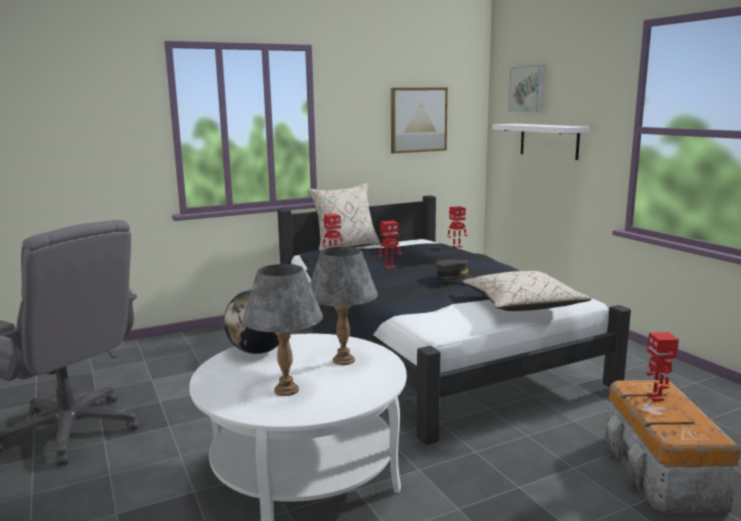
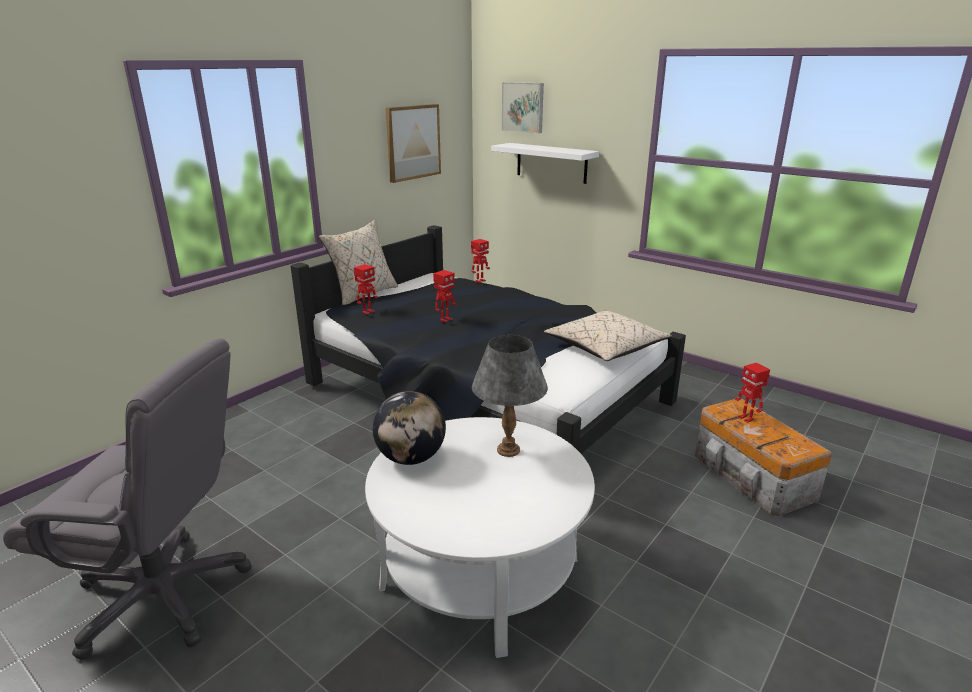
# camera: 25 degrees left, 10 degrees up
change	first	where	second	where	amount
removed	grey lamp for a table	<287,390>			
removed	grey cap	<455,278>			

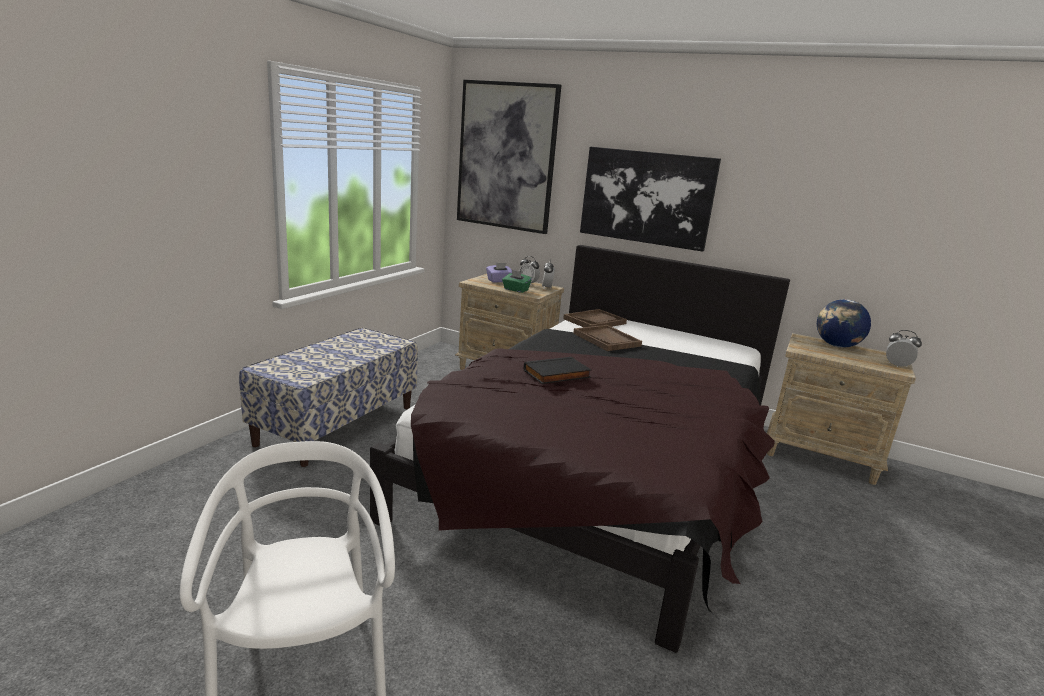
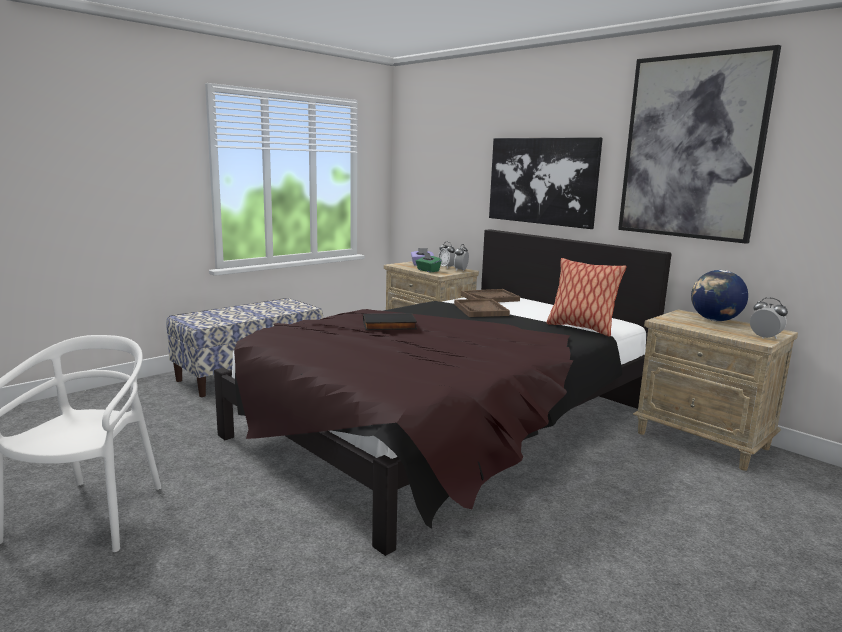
# camera: 20 degrees right, 5 degrees down
change	first	where	second	where	amount
moved	picture	<506,157>		<692,147>	
added			pillow	<581,328>	

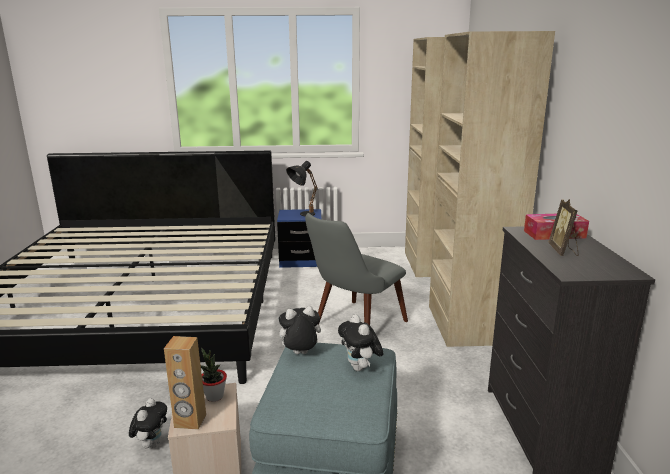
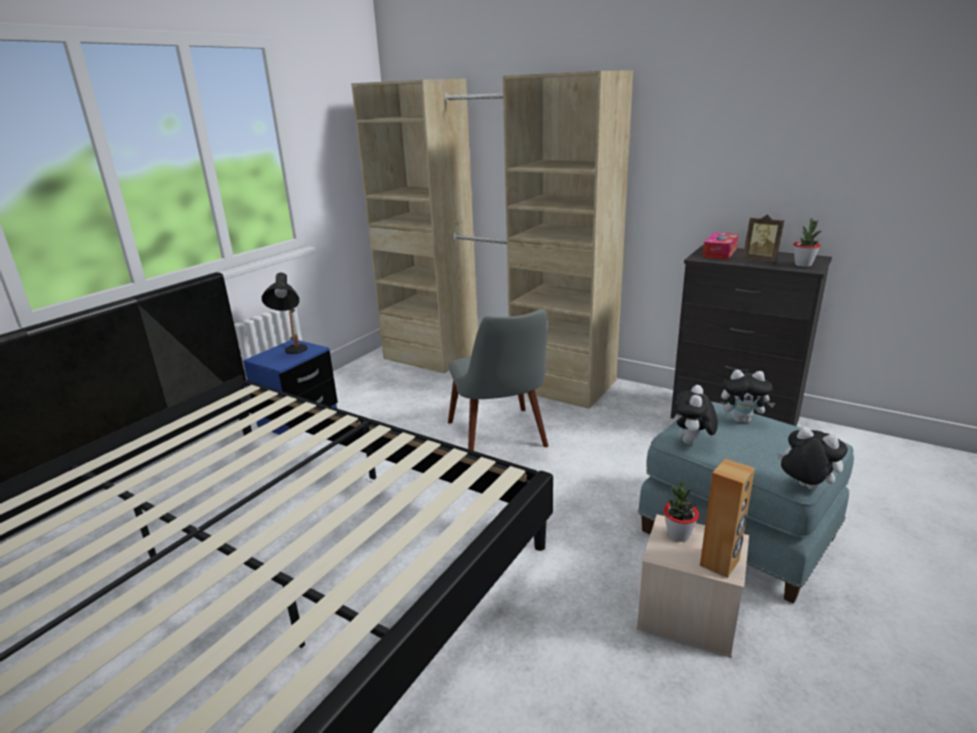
# camera: 55 degrees left, 5 degrees up
change	first	where	second	where	amount
moved	soft toy	<151,444>		<804,487>	
added			plant in a pot	<803,265>	

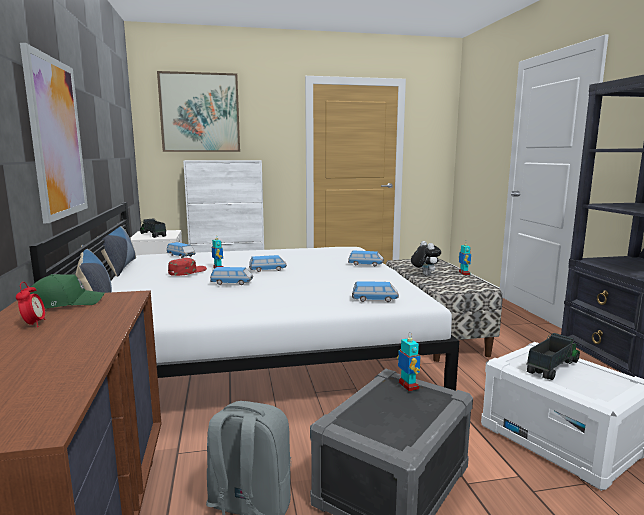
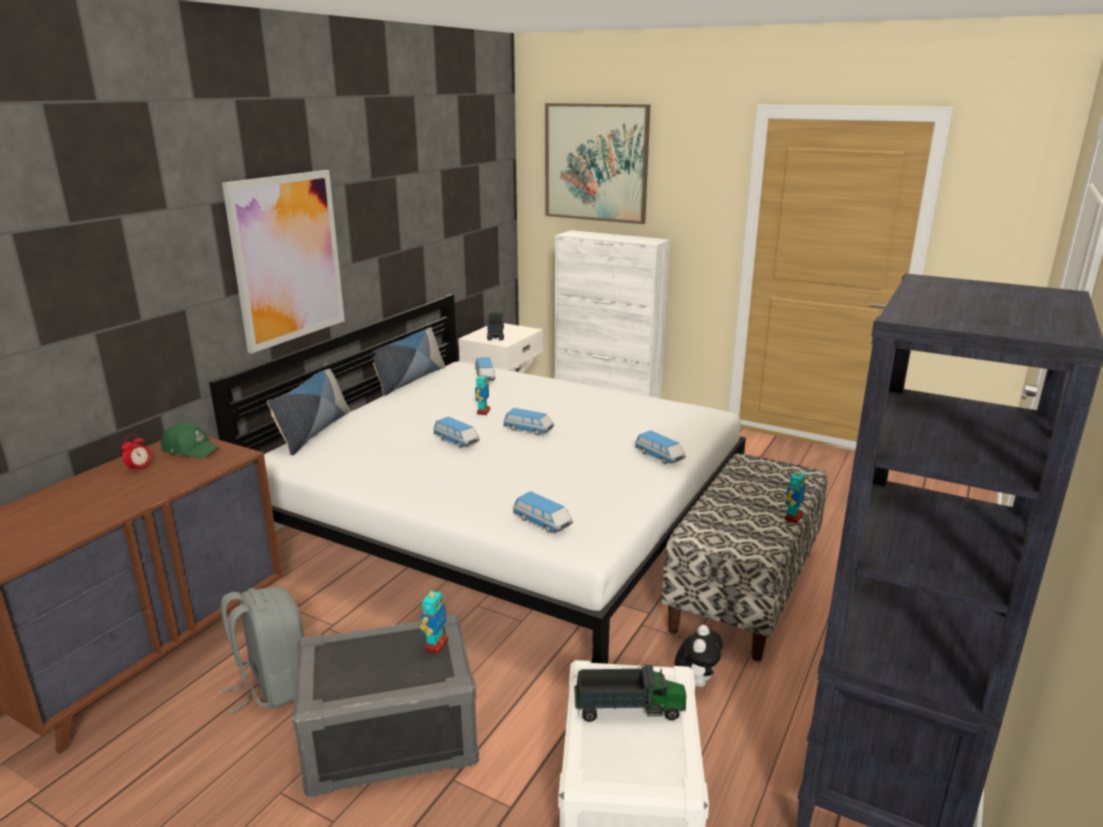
# camera: 40 degrees right, 10 degrees up
change	first	where	second	where	amount
removed	red cap	<187,271>			
moved	soft toy	<424,275>		<696,681>	

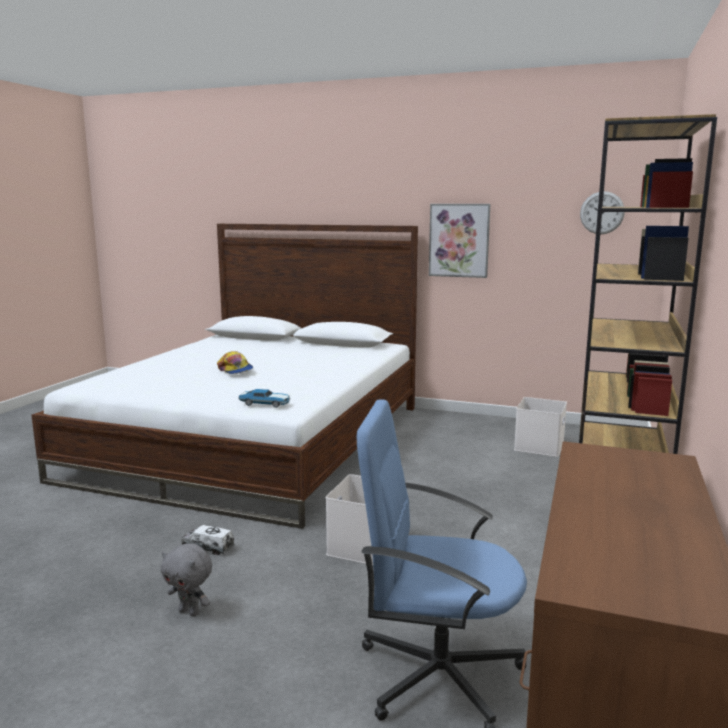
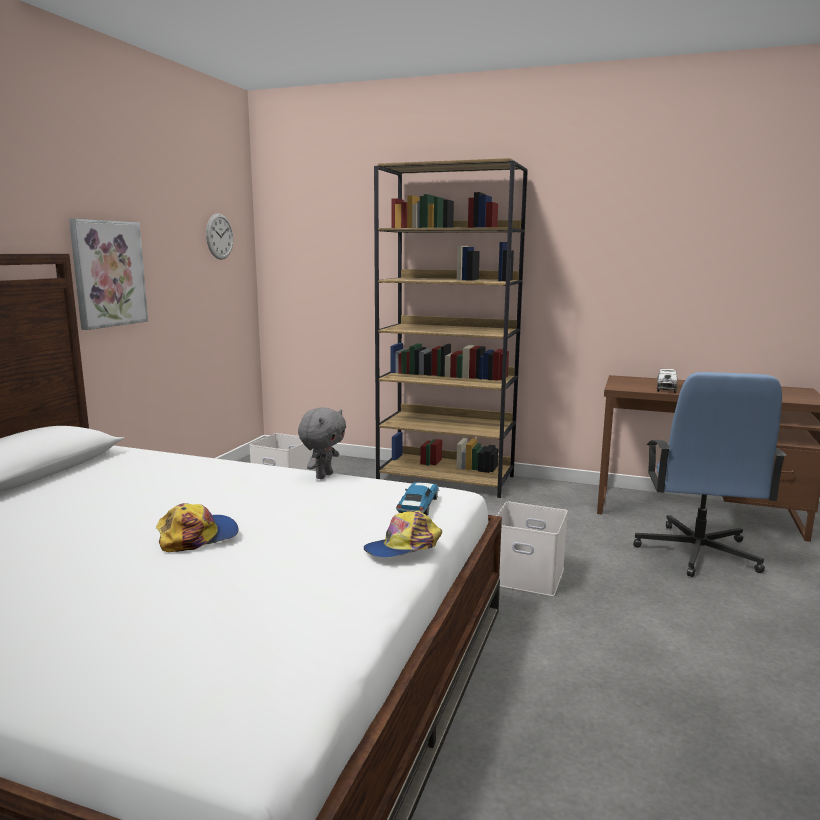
# camera: 90 degrees left, 0 degrees up
change	first	where	second	where	amount
moved	grey soft toy	<190,612>		<323,476>	
moved	toy truck	<208,547>		<666,388>	
added			cap	<403,548>	

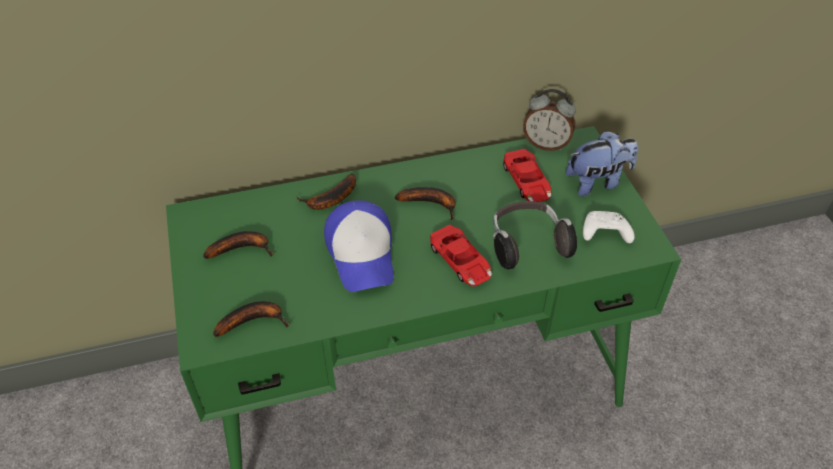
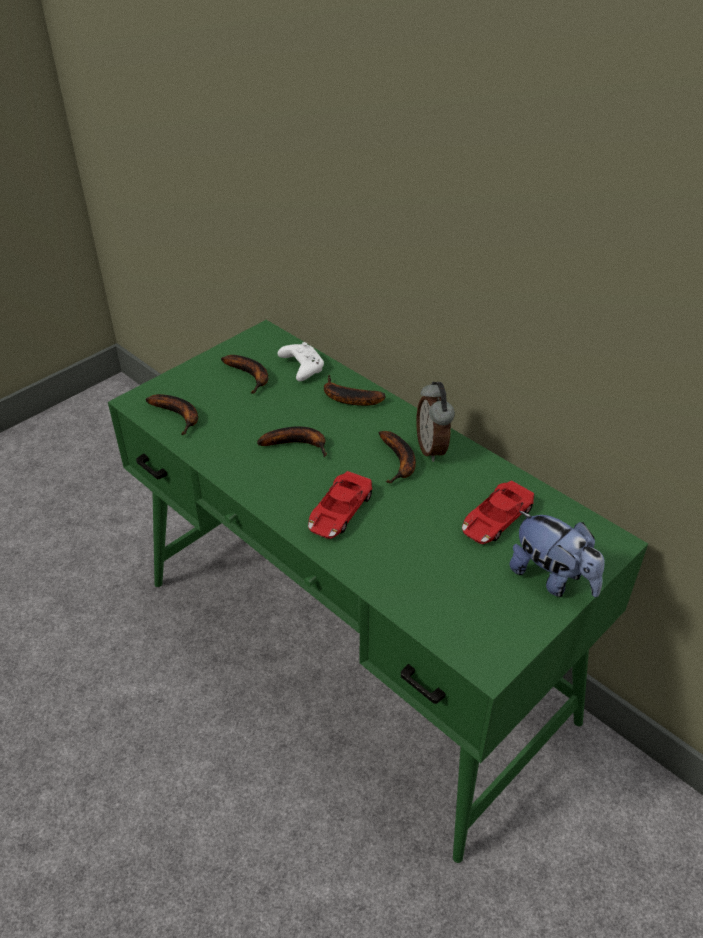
# camera: 60 degrees right, 5 degrees down
change	first	where	second	where	amount
replaced	cap	<362,253>	banana fruit	<298,444>	
removed	pair of headphones	<527,244>			
moved	table clock	<546,144>		<433,448>	
moved	whitish game controller	<604,233>		<301,367>	

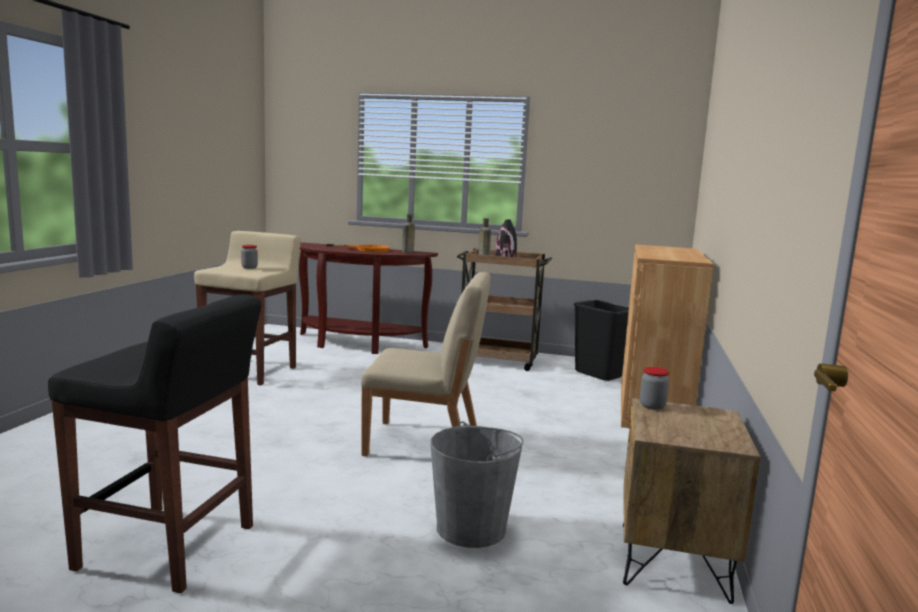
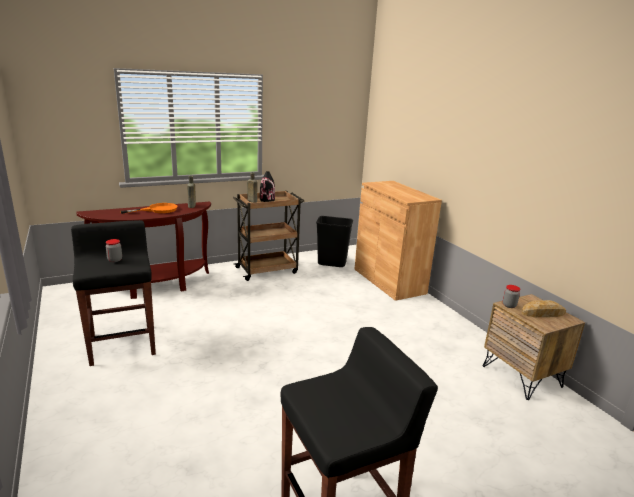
# camera: 40 degrees left, 10 degrees up
change	first	where	second	where	amount
recoloured	beige-coloured stool	<251,371>	black stool	<122,344>	
removed	beige-coloured chair	<424,443>			
removed	grey bucket	<472,528>			
added			bread	<543,313>	

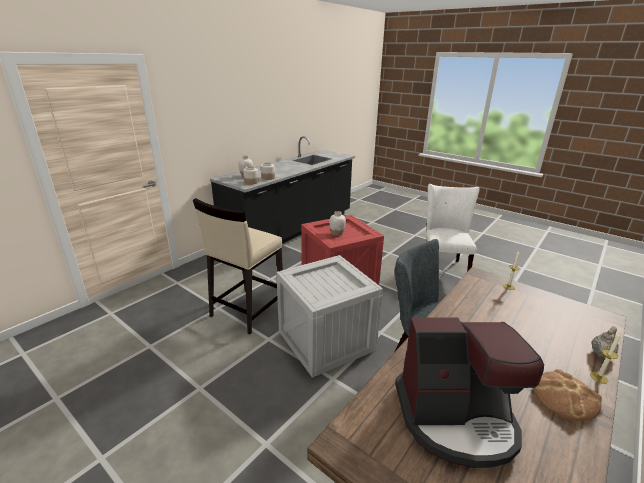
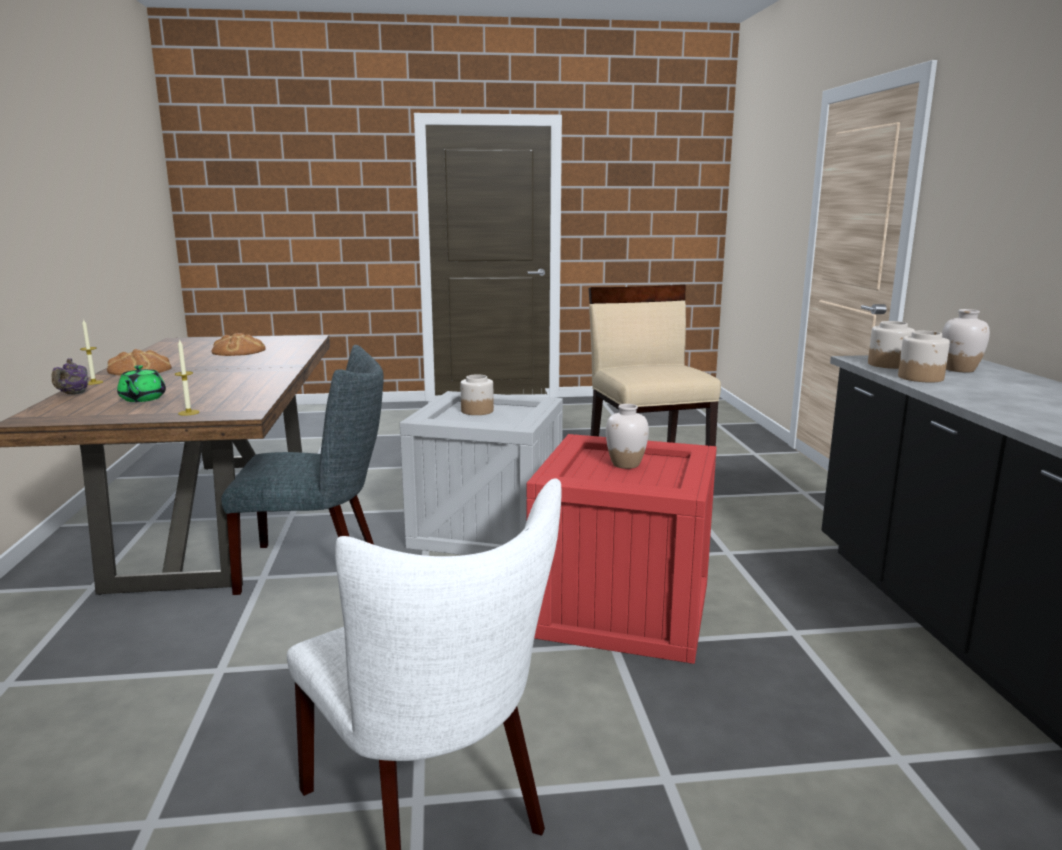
# camera: 135 degrees right, 10 degrees down
change	first	where	second	where	amount
replaced	coffee machine	<456,418>	bread	<238,351>	
recoloured	beige-coloured teapot	<601,353>	purplish teapot	<73,394>	
added			green teapot	<142,399>	
added			preserve jar	<476,411>	

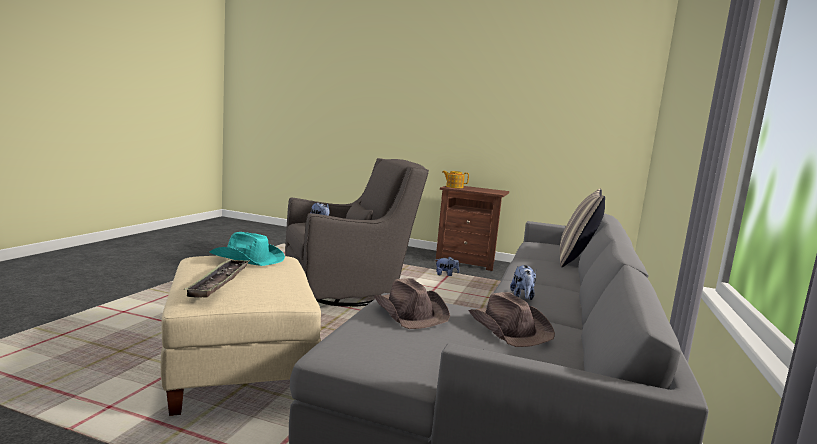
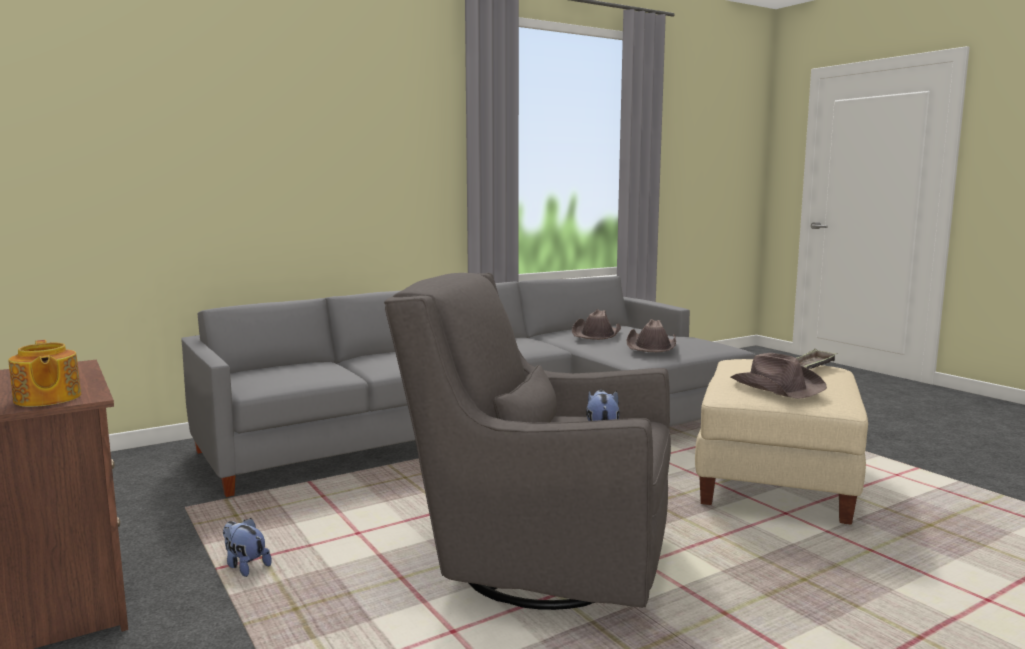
# camera: 140 degrees left, 0 degrees up
change	first	where	second	where	amount
recoloured	turquoise-coloured hat	<247,259>	brownish hat	<776,386>	
removed	soft toy	<522,297>			
removed	pillow	<576,261>			

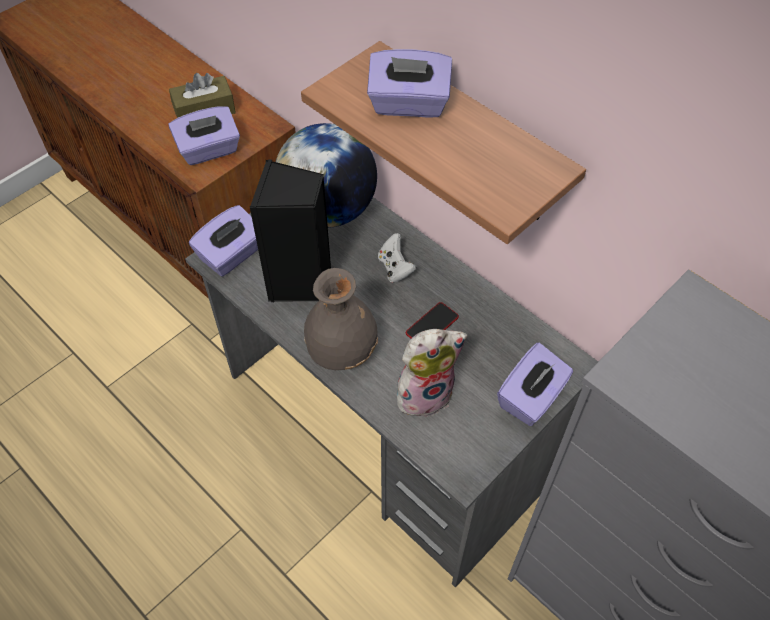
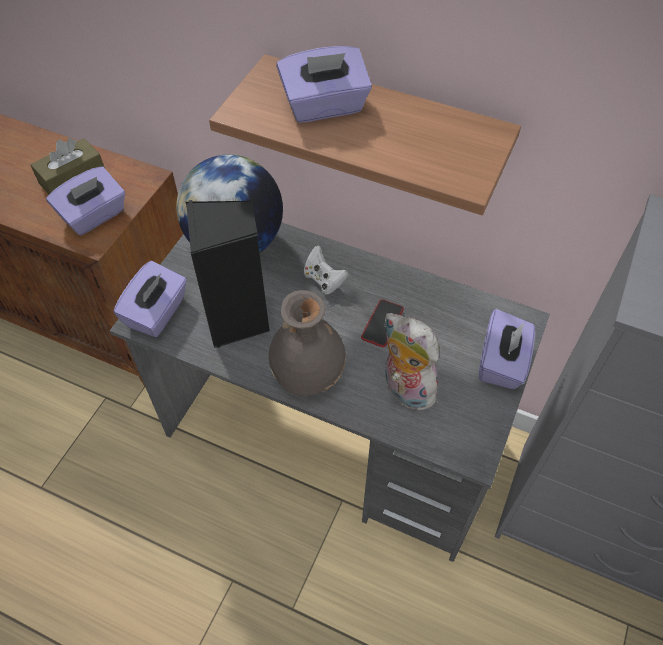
# camera: 20 degrees left, 0 degrees up
change	first	where	second	where	amount
turned	soft toy	<425,393>		<404,389>	90 degrees counterclockwise

